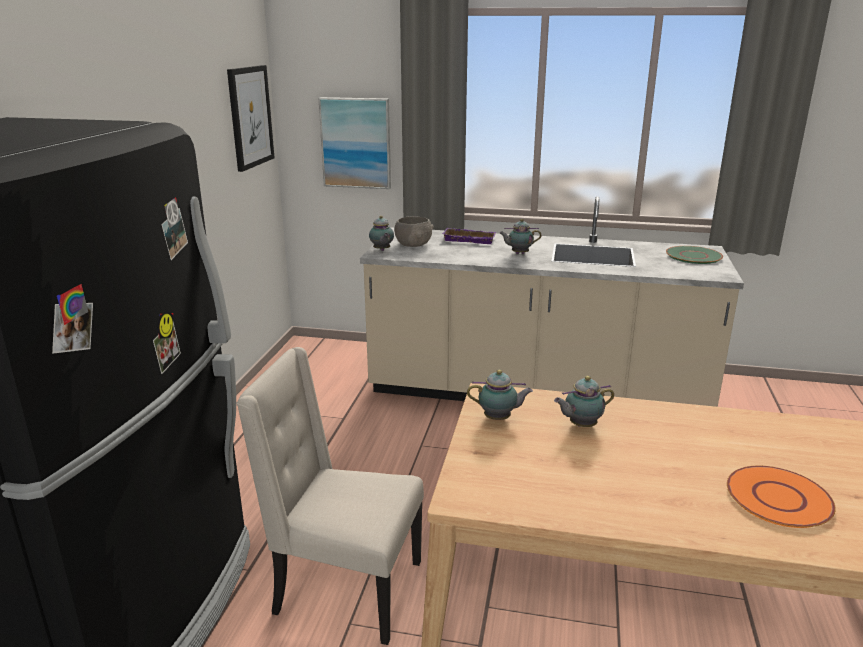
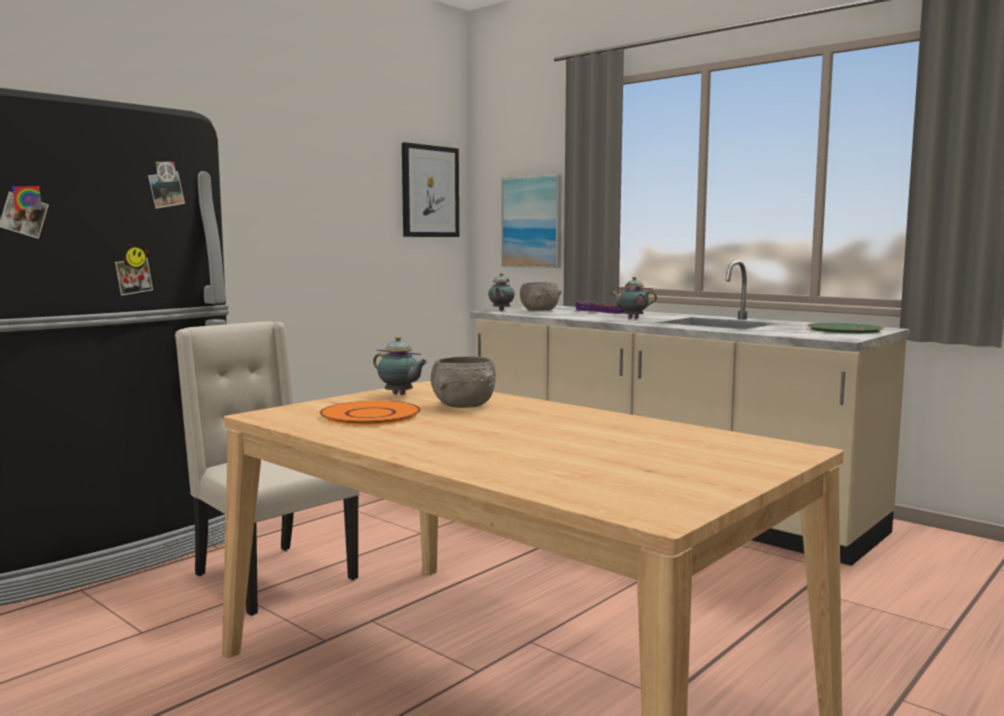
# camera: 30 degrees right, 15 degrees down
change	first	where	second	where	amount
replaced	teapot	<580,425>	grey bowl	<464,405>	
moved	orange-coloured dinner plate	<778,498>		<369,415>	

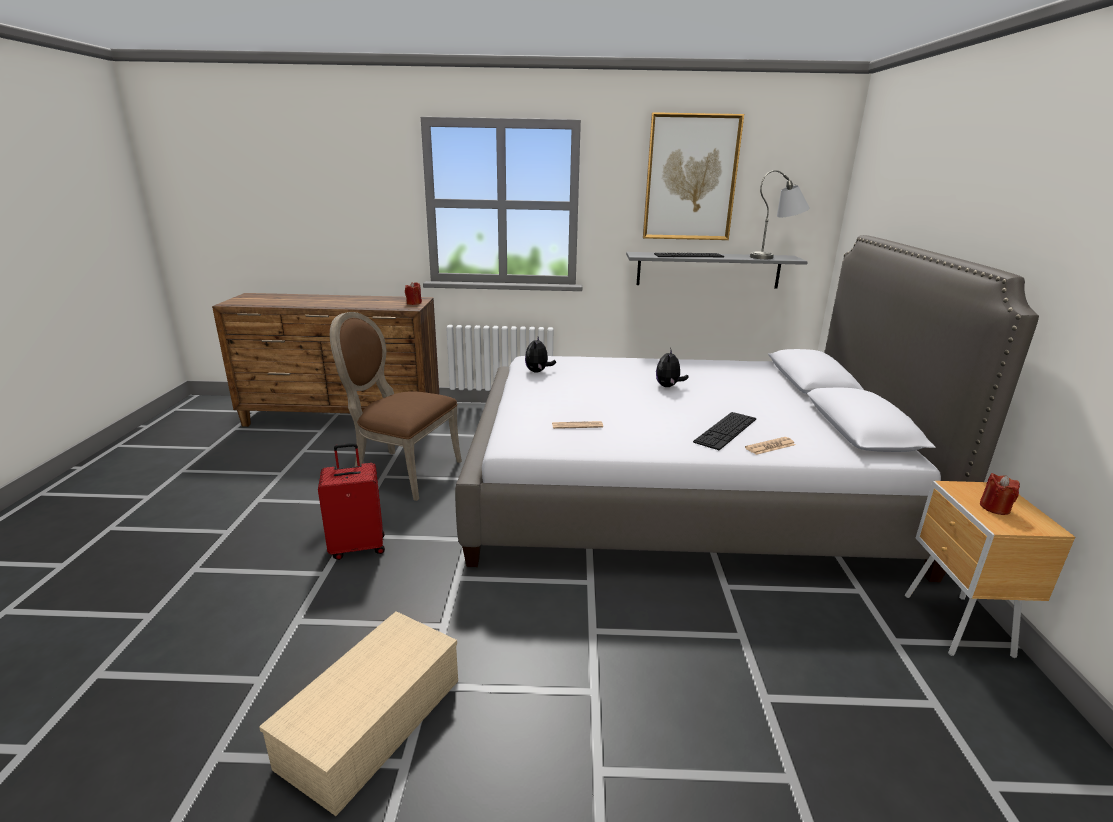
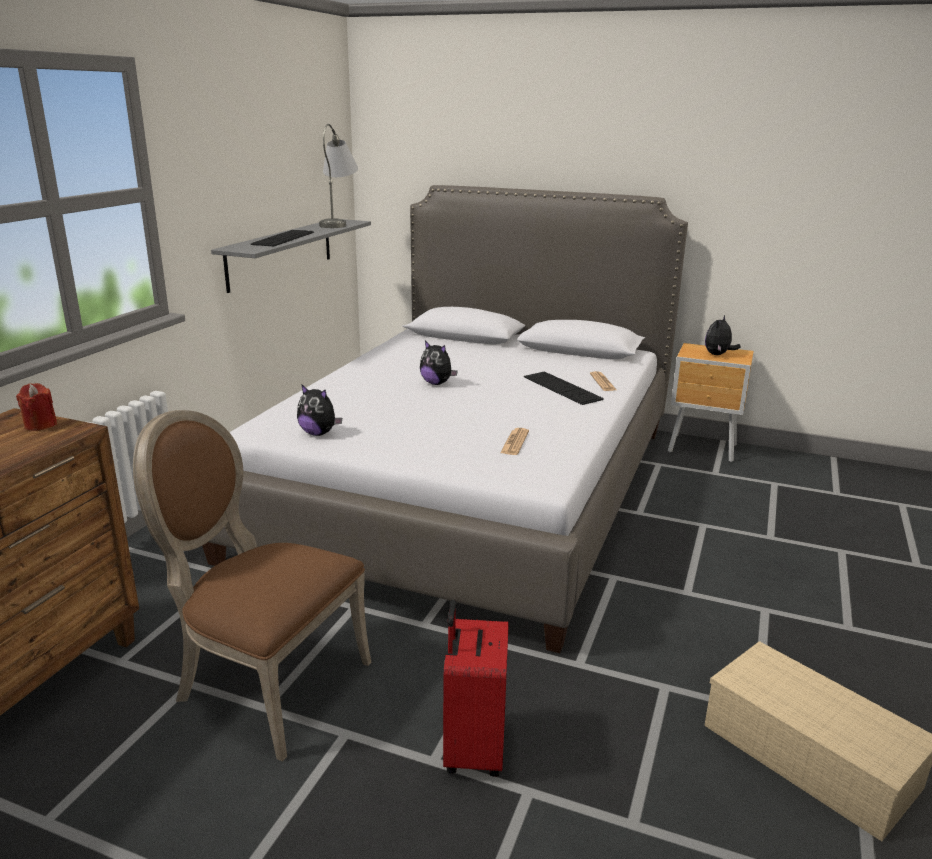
# camera: 70 degrees left, 0 degrees up
change	first	where	second	where	amount
turned	brownish chair	<402,471>		<265,683>	75 degrees clockwise
removed	picture	<690,178>			
replaced	red candle	<994,508>	soft toy	<718,355>	

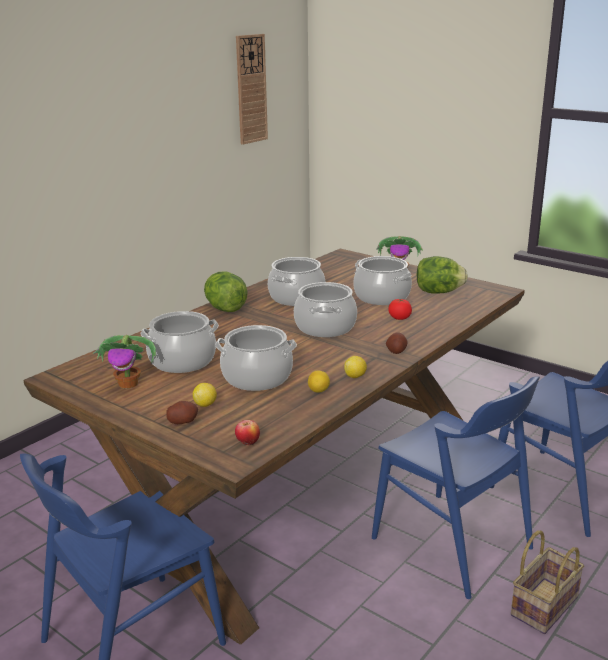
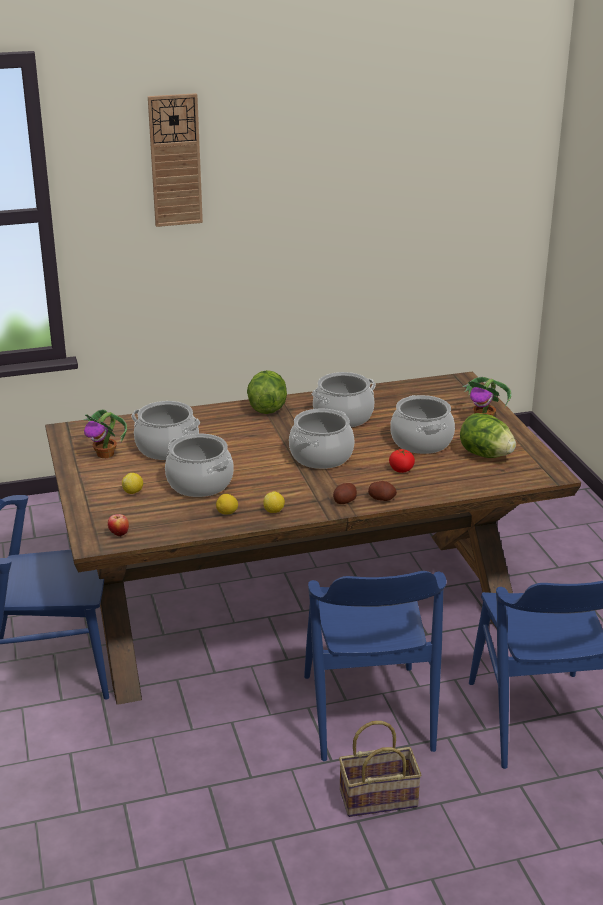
# camera: 35 degrees right, 5 degrees up
change	first	where	second	where	amount
moved	whole potato	<182,421>		<382,498>	
moved	hanging clock	<251,89>		<175,160>	

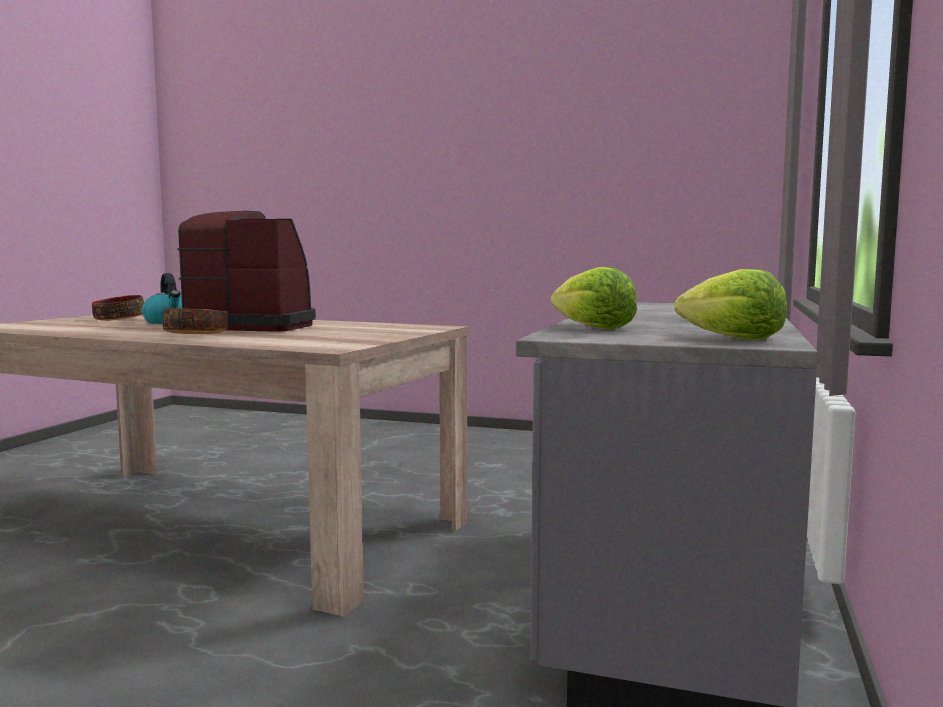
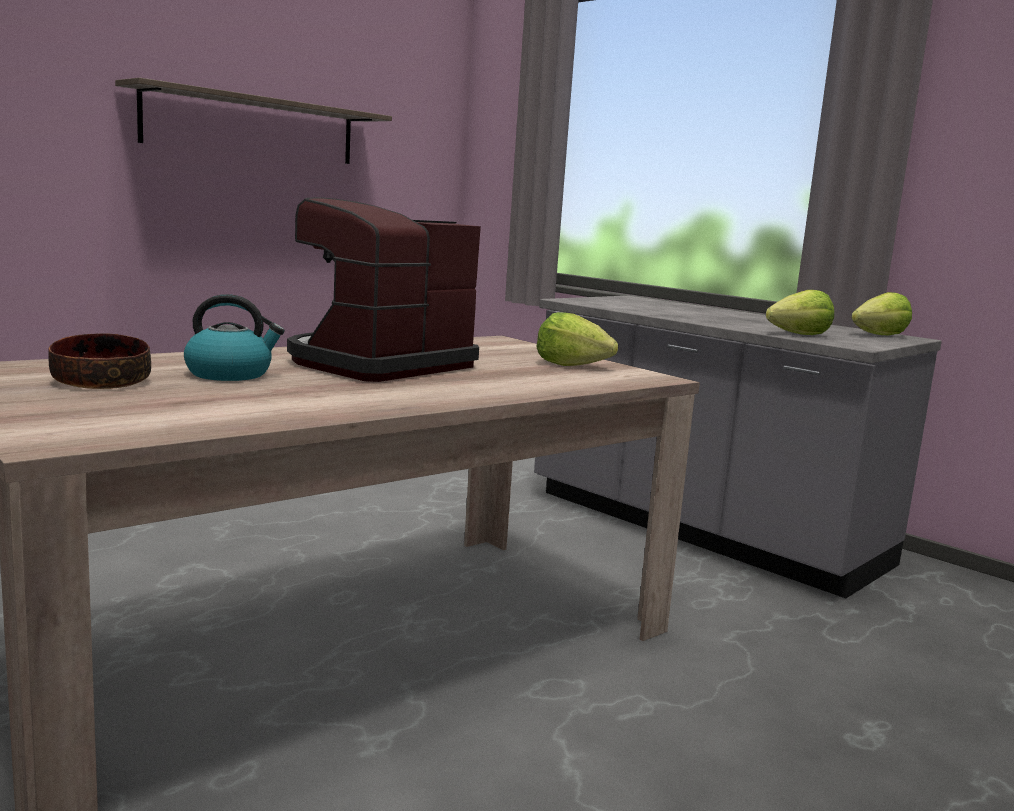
# camera: 65 degrees left, 5 degrees up
change	first	where	second	where	amount
removed	bowl	<196,335>			
added			shelf	<253,127>	
added			head of lettuce	<571,365>	

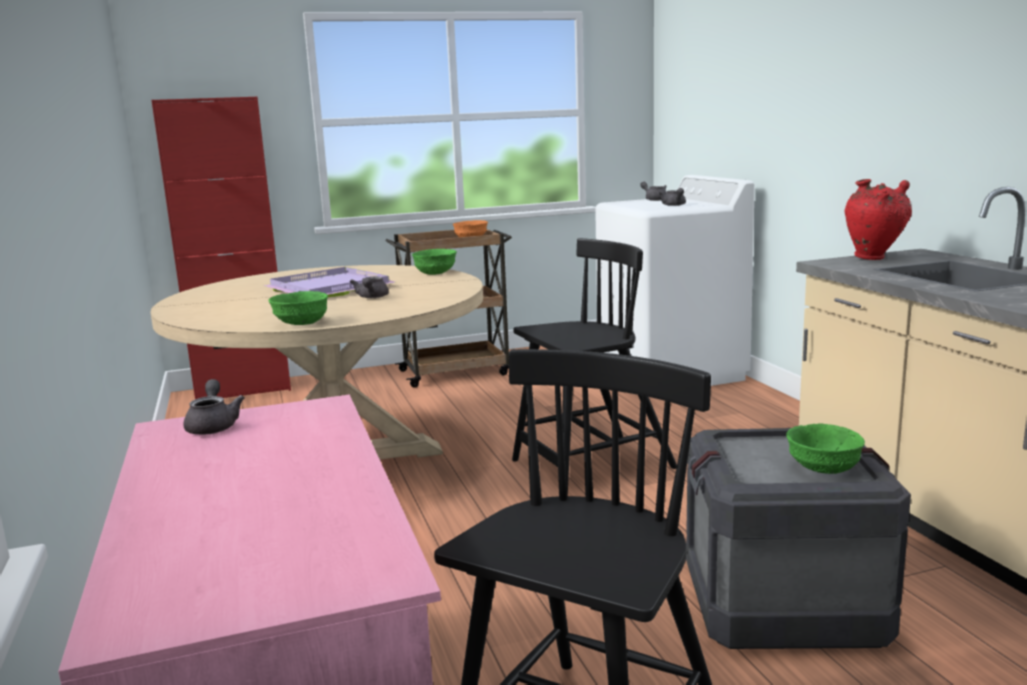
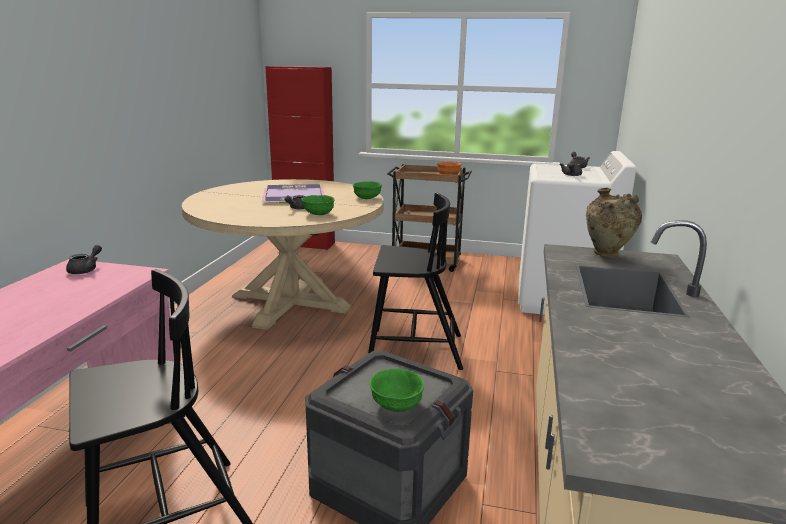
# camera: 30 degrees right, 5 degrees up
change	first	where	second	where	amount
moved	green bowl	<300,323>		<318,213>	
recoloured	red decorative vase	<874,258>	beige-coloured decorative vase	<607,255>	

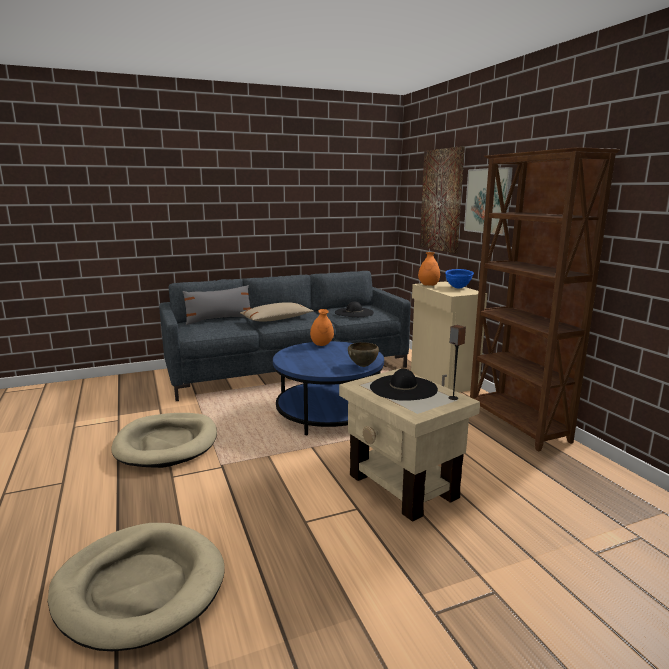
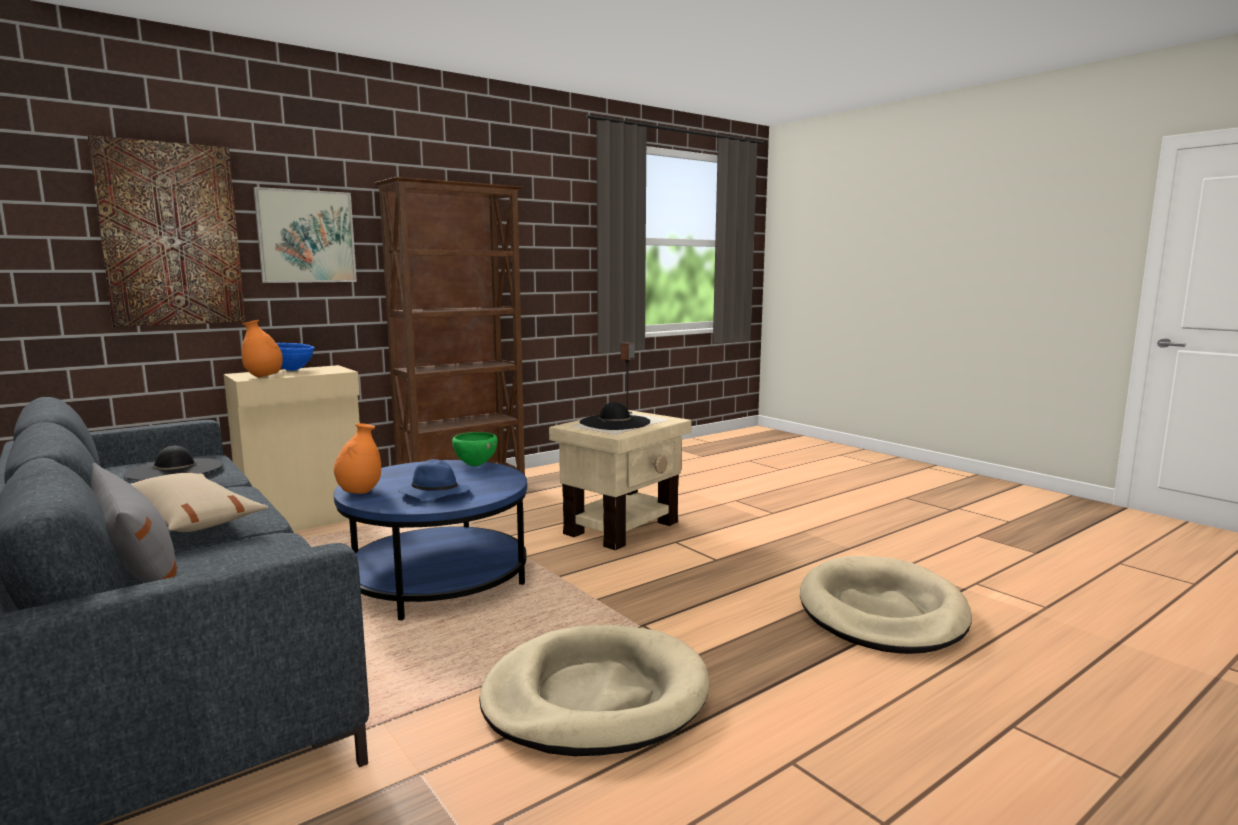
# camera: 105 degrees left, 5 degrees down
change	first	where	second	where	amount
recoloured	brownish bowl	<363,366>	green bowl	<475,465>	
added			bluish hat	<433,494>	

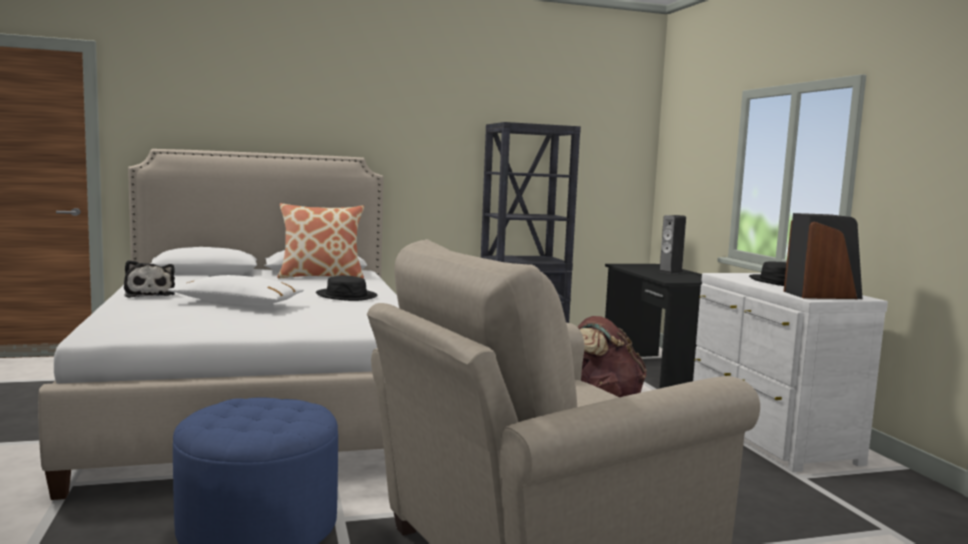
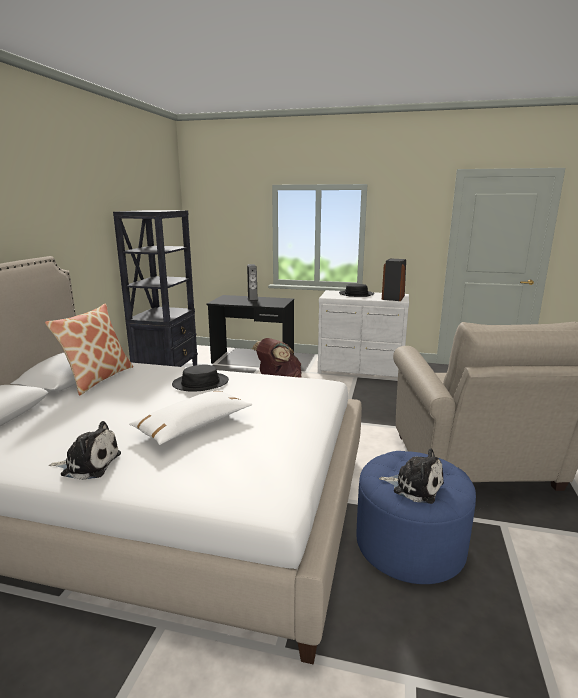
# camera: 60 degrees left, 10 degrees up
change	first	where	second	where	amount
added			soft toy	<414,486>	

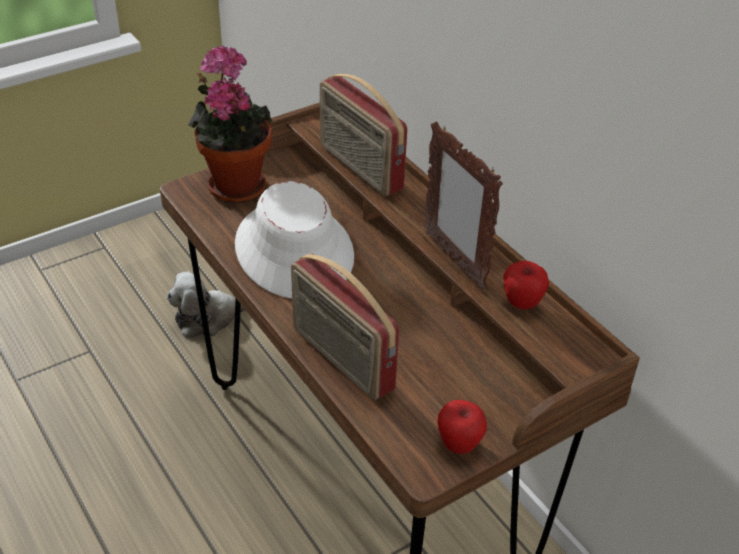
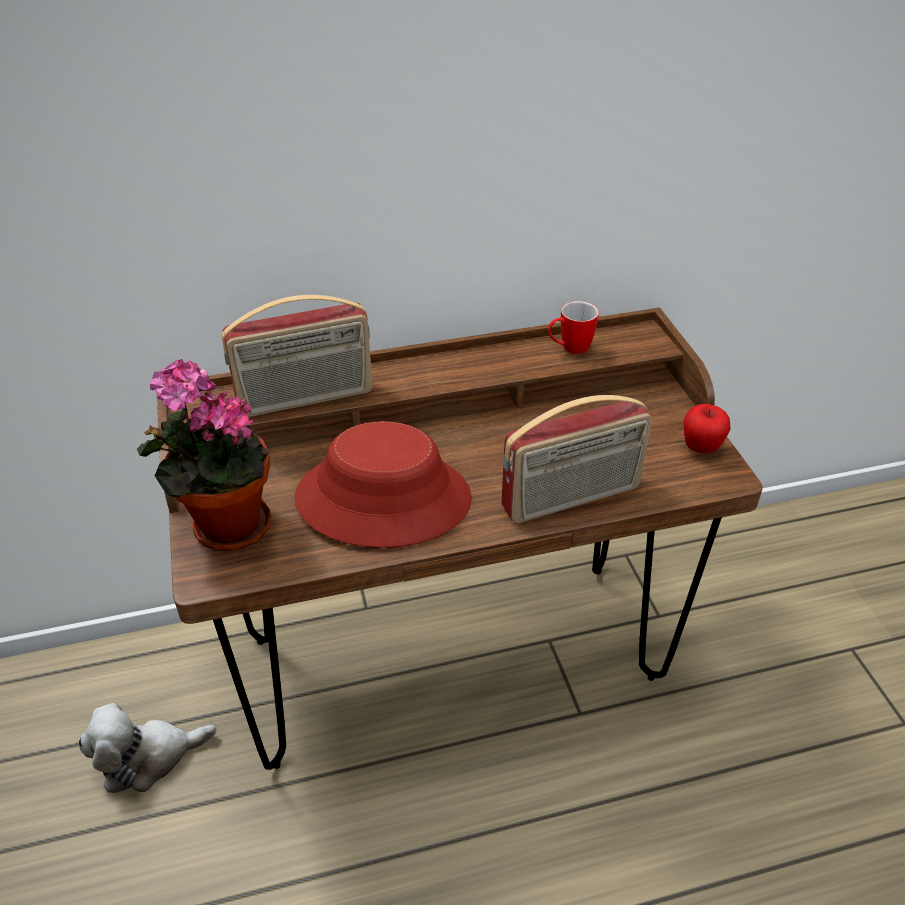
# camera: 70 degrees left, 0 degrees up
change	first	where	second	where	amount
turned	soft toy	<209,318>		<148,758>	75 degrees clockwise
recoloured	whitish hat	<295,251>	red hat	<383,498>	
removed	standing frame	<454,260>			
replaced	apple	<521,303>	coffee mug	<569,349>	

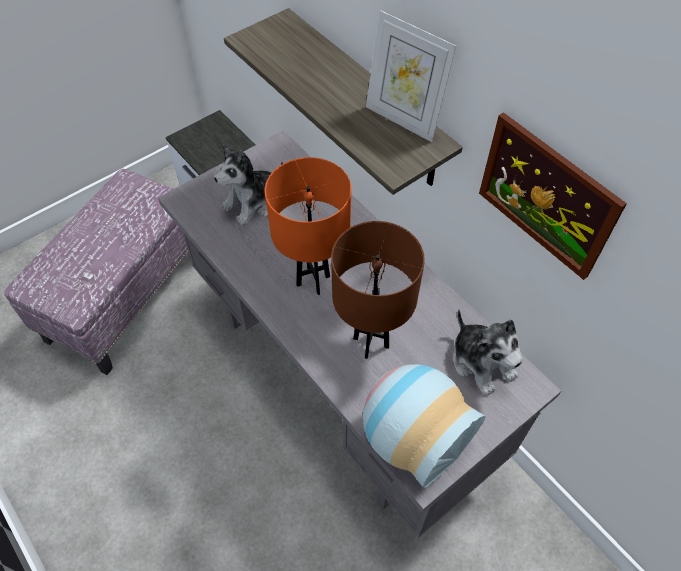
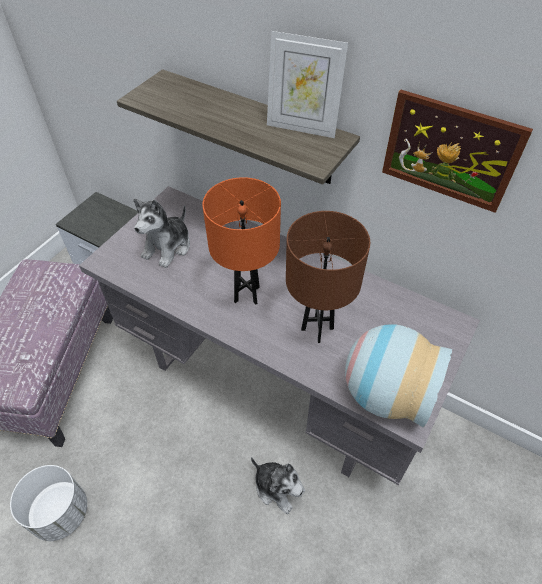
# camera: 20 degrees left, 5 degrees down
change	first	where	second	where	amount
moved	soft toy	<482,362>		<278,487>	
added			whitish plant pot	<60,513>	

